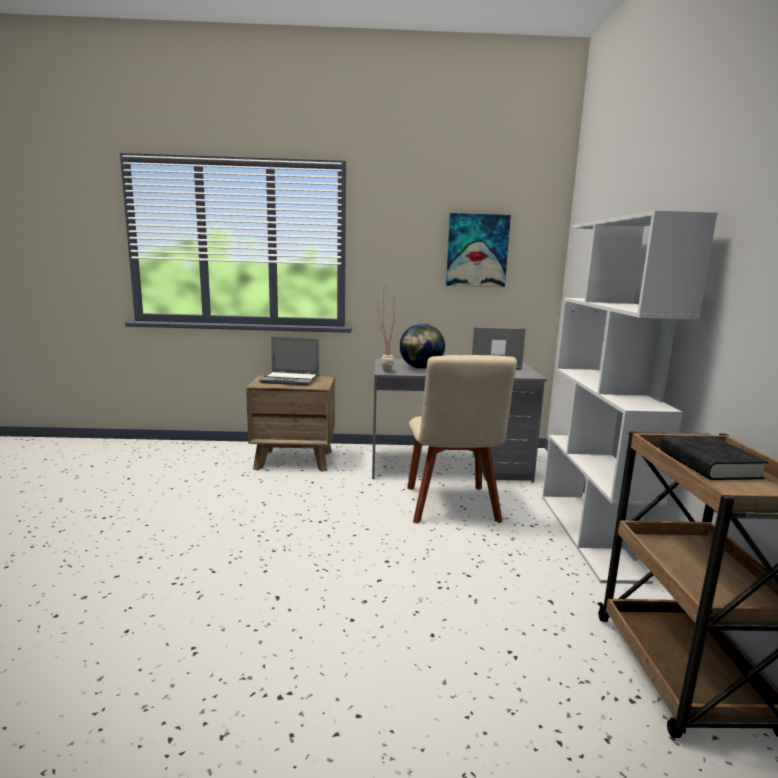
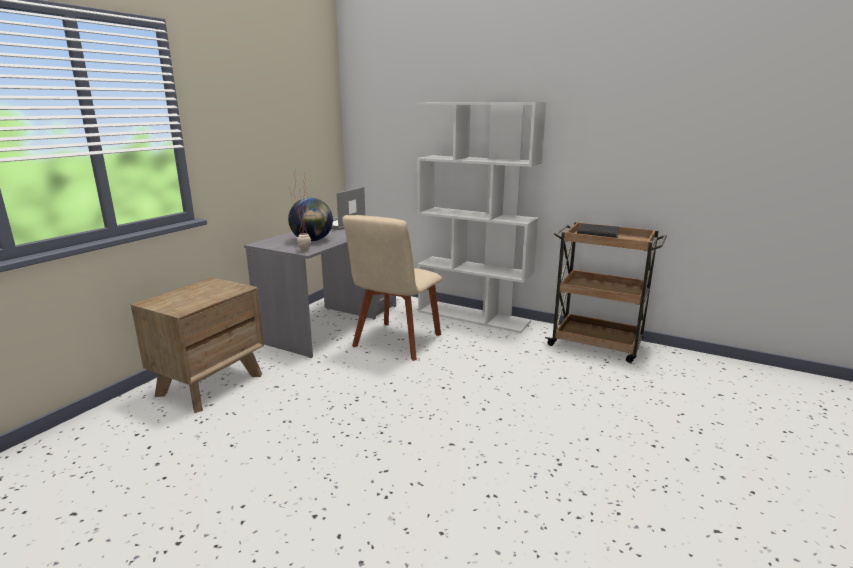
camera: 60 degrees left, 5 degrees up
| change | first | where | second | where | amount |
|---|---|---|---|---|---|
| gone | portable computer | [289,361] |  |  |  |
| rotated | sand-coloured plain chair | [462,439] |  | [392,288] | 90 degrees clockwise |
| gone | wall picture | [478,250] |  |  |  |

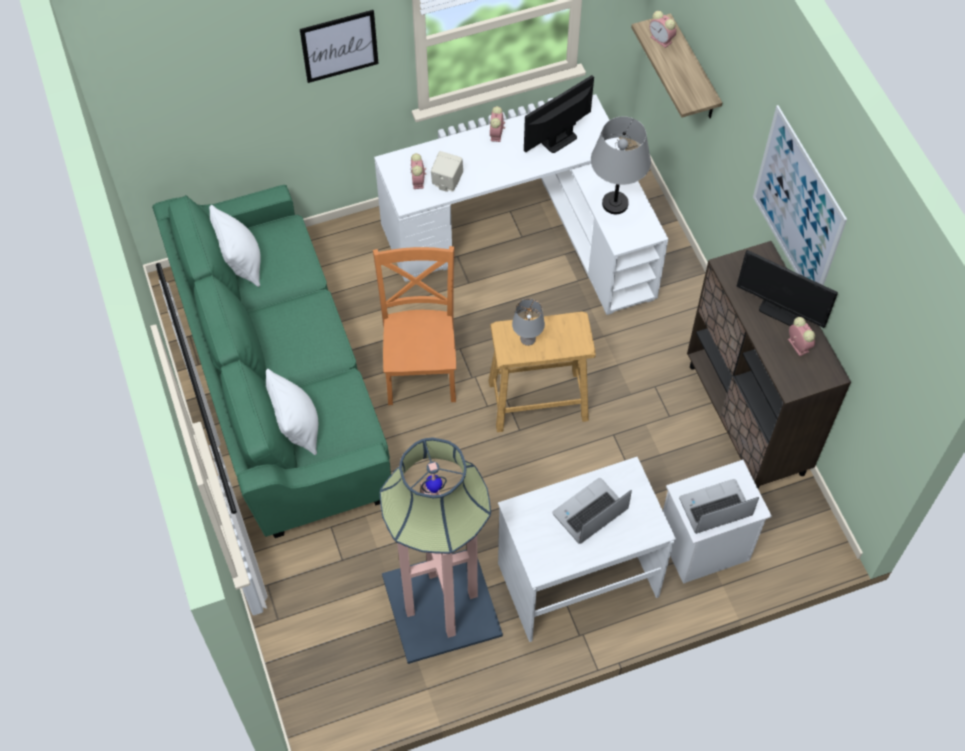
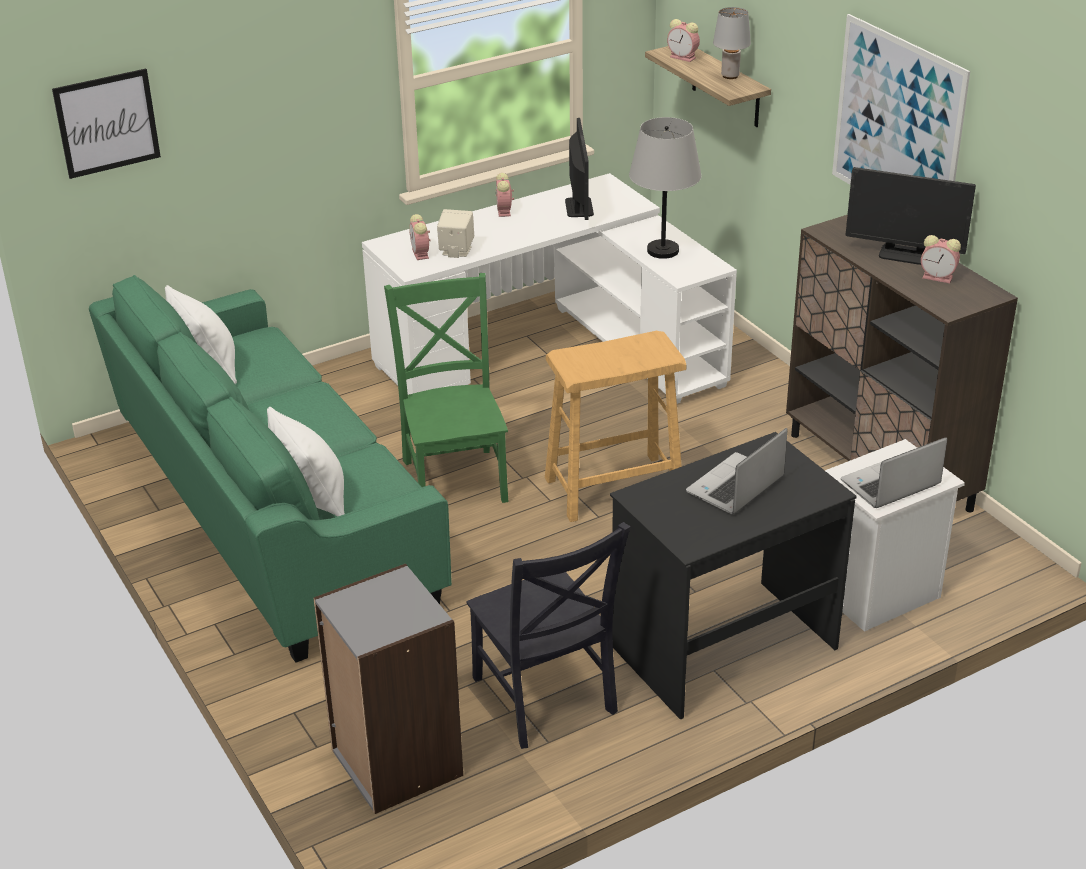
camera: 10 degrees left, 25 degrees down
| change | first | where | second | where | amount |
|---|---|---|---|---|---|
| shifted | wall picture | [339,46] |  | [106,124] |  |
| repainted | orange-coloured plain chair | [414,325] | green plain chair | [446,388] |  |
| swapped | floor lamp | [441,550] | black-coloured plain chair | [548,635] |  |
| repainted | whitish desk table | [587,549] | black-coloured desk table | [733,575] |  |
| shifted | gray tabletop lamp | [528,322] |  | [732,43] |  |
| rotated | computer display | [559,114] |  | [579,169] | 135 degrees clockwise |
| rotated | table clock | [801,336] |  | [941,259] | 150 degrees clockwise |
| new |  |  | gray shelving unit | [388,689] |  |

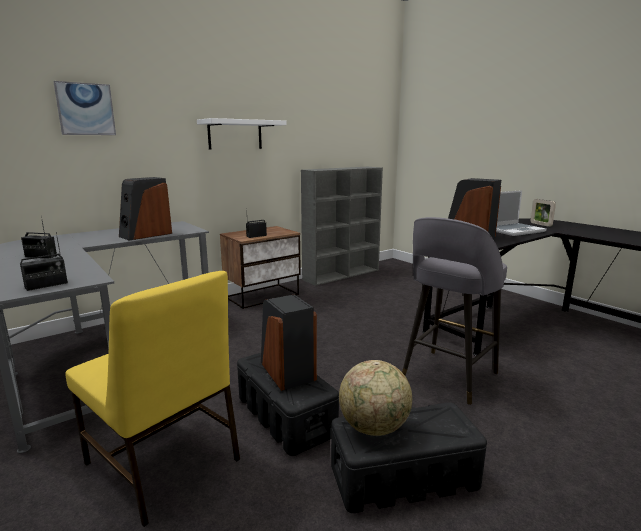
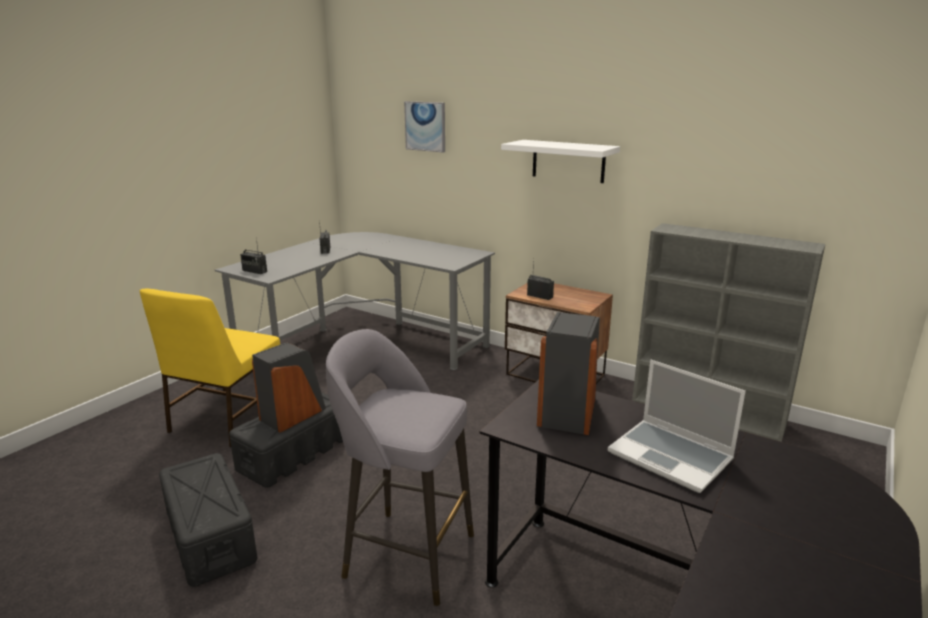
camera: 70 degrees right, 5 degrees up
| change | first | where | second | where | amount |
|---|---|---|---|---|---|
| gone | loudspeaker | [145,208] |  |  |  |
| gone | globe | [375,398] |  |  |  |
| gone | photo frame | [543,213] |  |  |  |

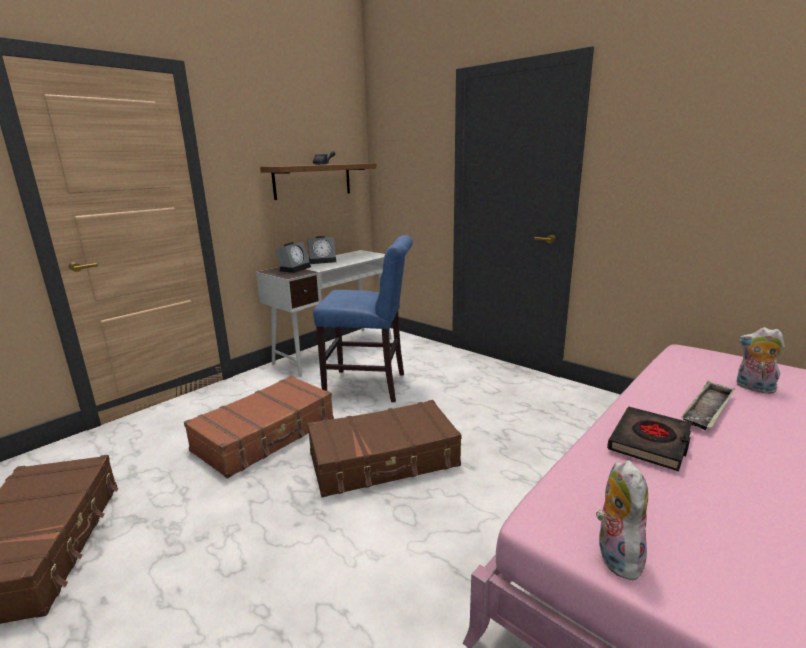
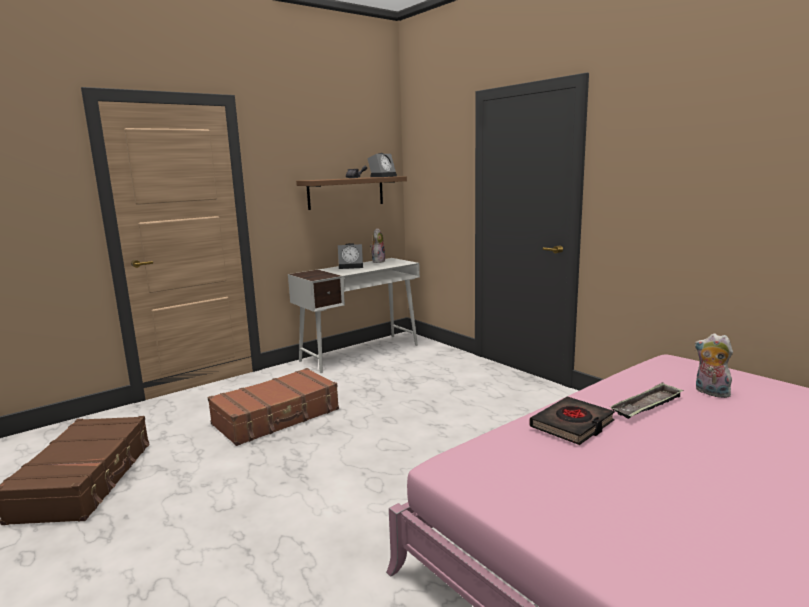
camera: 10 degrees right, 5 degrees down
| change | first | where | second | where | amount |
|---|---|---|---|---|---|
| shifted | table clock | [293,257] |  | [382,165] |  |
| gone | brownish suitcase | [384,449] |  |  |  |
| gone | blue plain chair | [363,318] |  |  |  |
| shifted | plush toy | [622,520] |  | [377,245] |  |

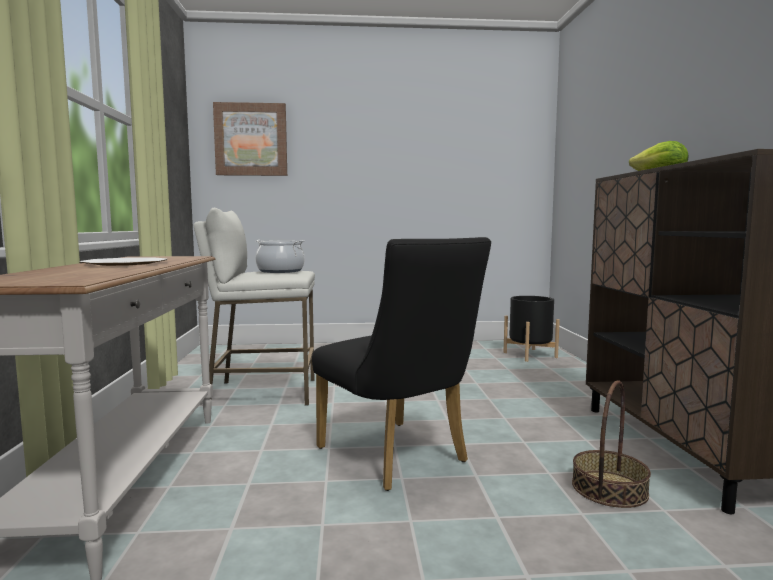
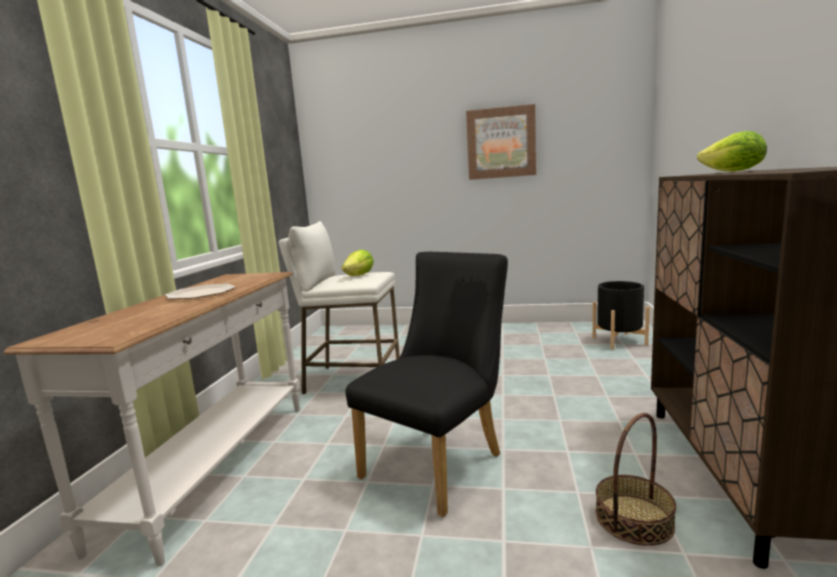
camera: 15 degrees right, 5 degrees up
| change | first | where | second | where | amount |
|---|---|---|---|---|---|
| shifted | wall picture | [250,139] |  | [501,142] |  |
| swapped | cooking pot | [280,256] | head of lettuce | [358,263] |  |
| rotated | black-coloured plain chair | [401,364] |  | [427,384] | 120 degrees counterclockwise |

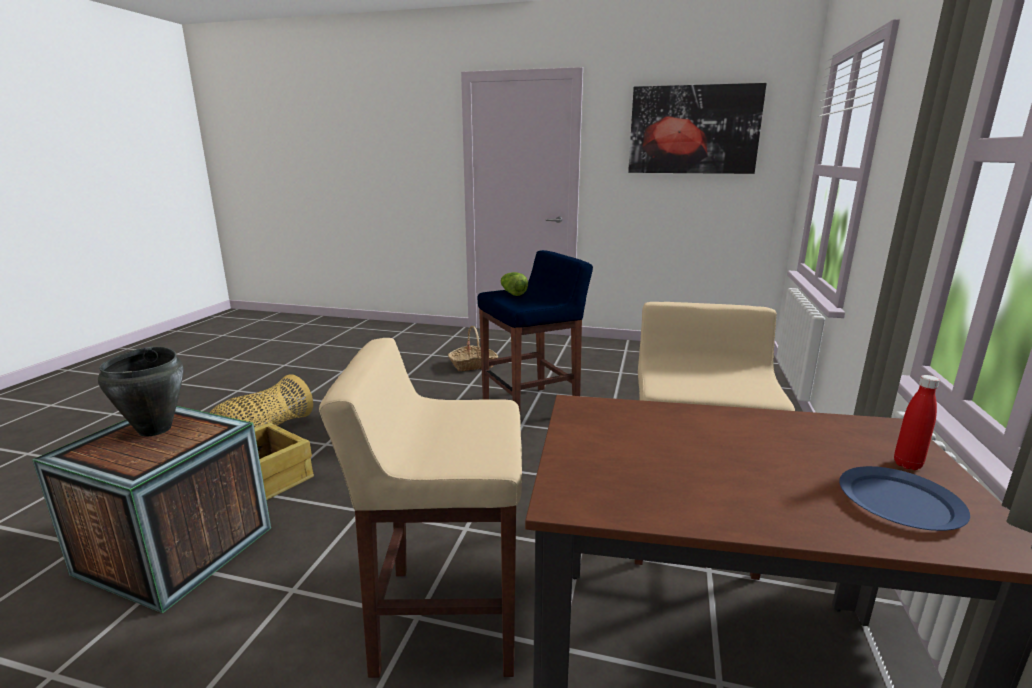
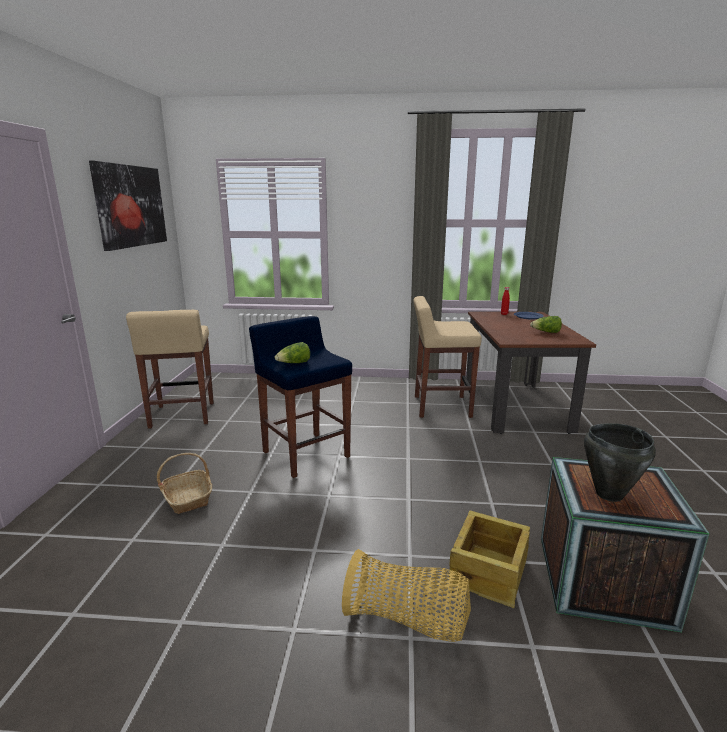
camera: 100 degrees left, 0 degrees up
| change | first | where | second | where | amount |
|---|---|---|---|---|---|
| shifted | sand-coloured stool seat | [420,508] |  | [170,369] |  |
| new |  |  | head of lettuce | [546,324] |  |

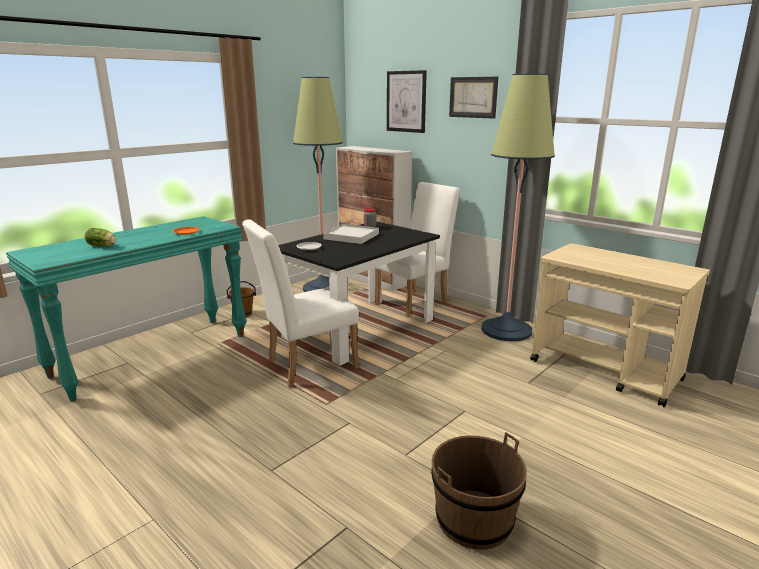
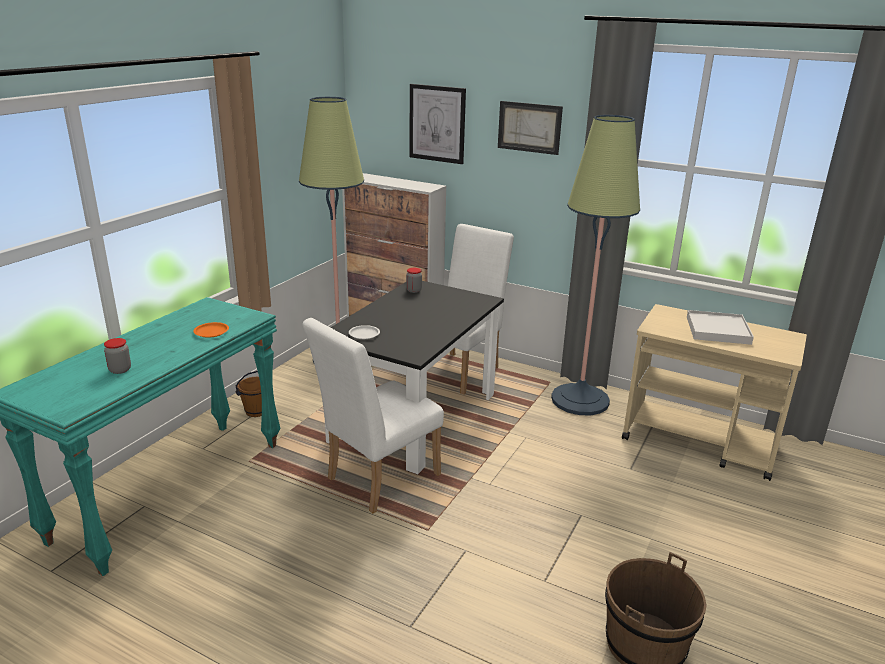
camera: 15 degrees left, 5 degrees up
| change | first | where | second | where | amount |
|---|---|---|---|---|---|
| swapped | head of lettuce | [101,237] | jar | [117,356] |  |
| shifted | whitish carrying tray | [351,234] |  | [720,327] |  |

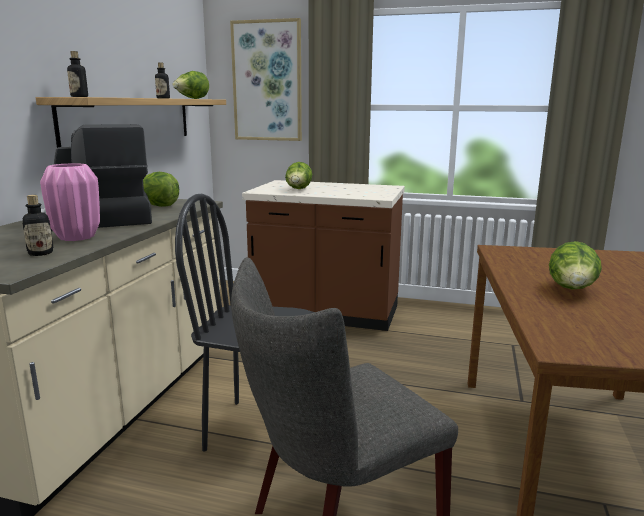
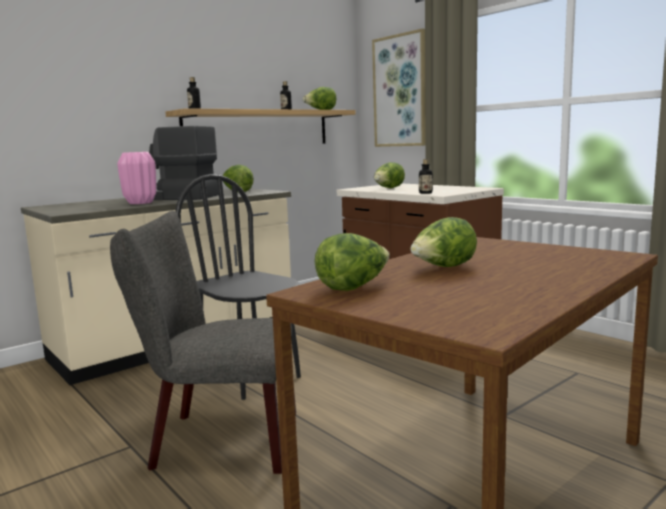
camera: 35 degrees right, 5 degrees down
| change | first | where | second | where | amount |
|---|---|---|---|---|---|
| shifted | drink bottle | [37,225] |  | [426,176] |  |
| new |  |  | head of lettuce | [352,262] |  |

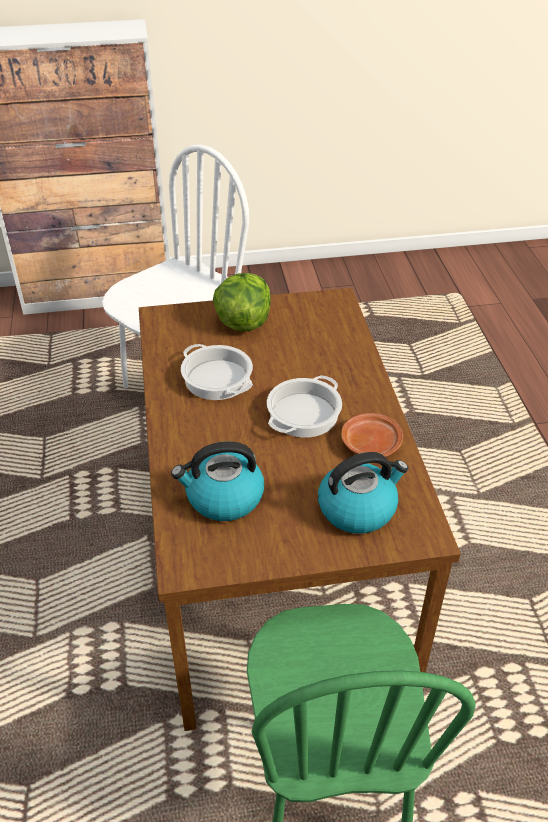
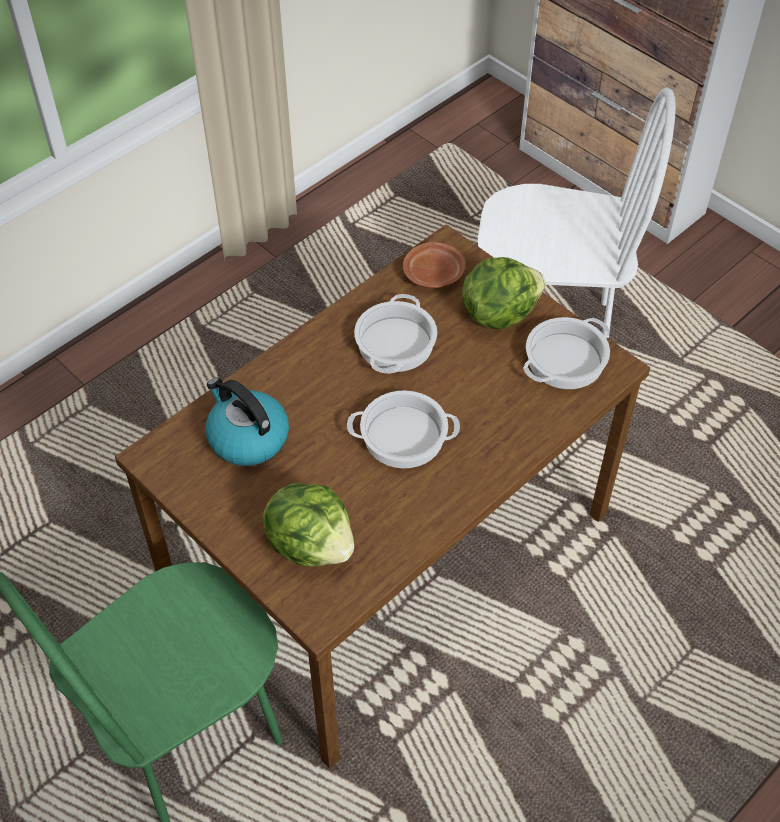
camera: 55 degrees right, 10 degrees up
| change | first | where | second | where | amount |
|---|---|---|---|---|---|
| swapped | kettle | [363,493] | head of lettuce | [308,525] |  |
| shifted | brownish plate | [372,435] |  | [434,265] |  |
| new |  |  | cooking pot | [566,353] |  |

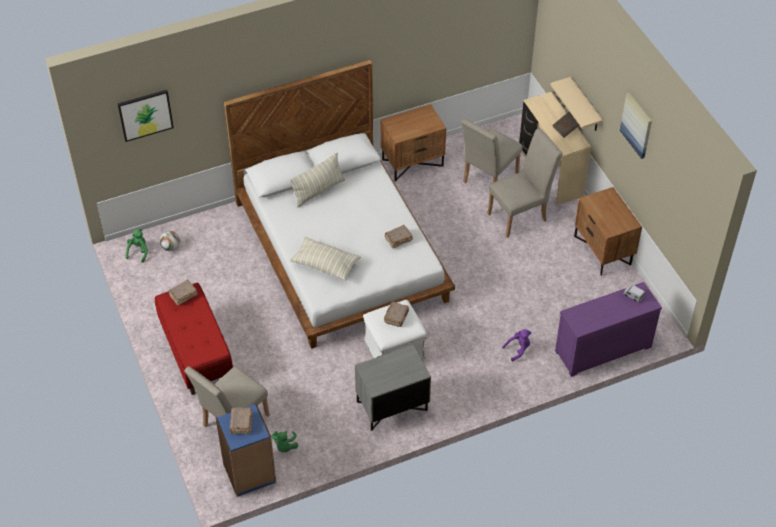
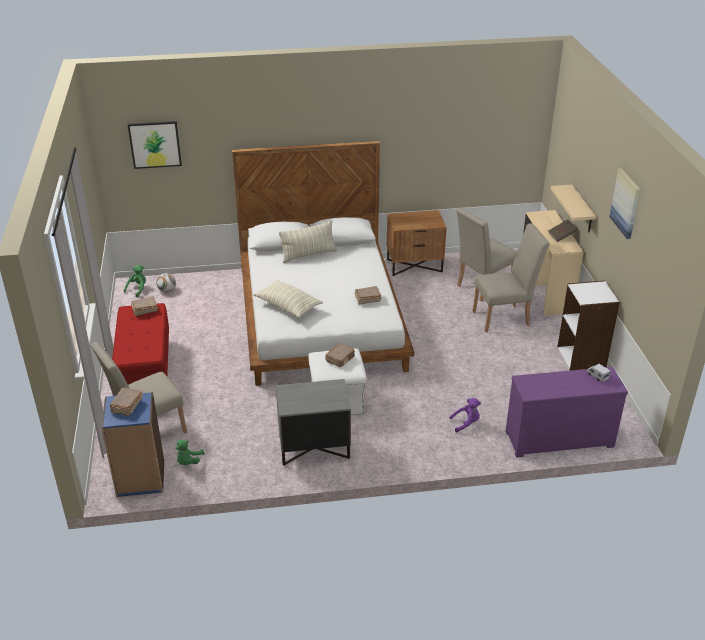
camera: 15 degrees right, 15 degrees down
| change | first | where | second | where | amount |
|---|---|---|---|---|---|
| swapped | brownish night table | [608,231] | whitish shelving unit | [588,325] |  |

